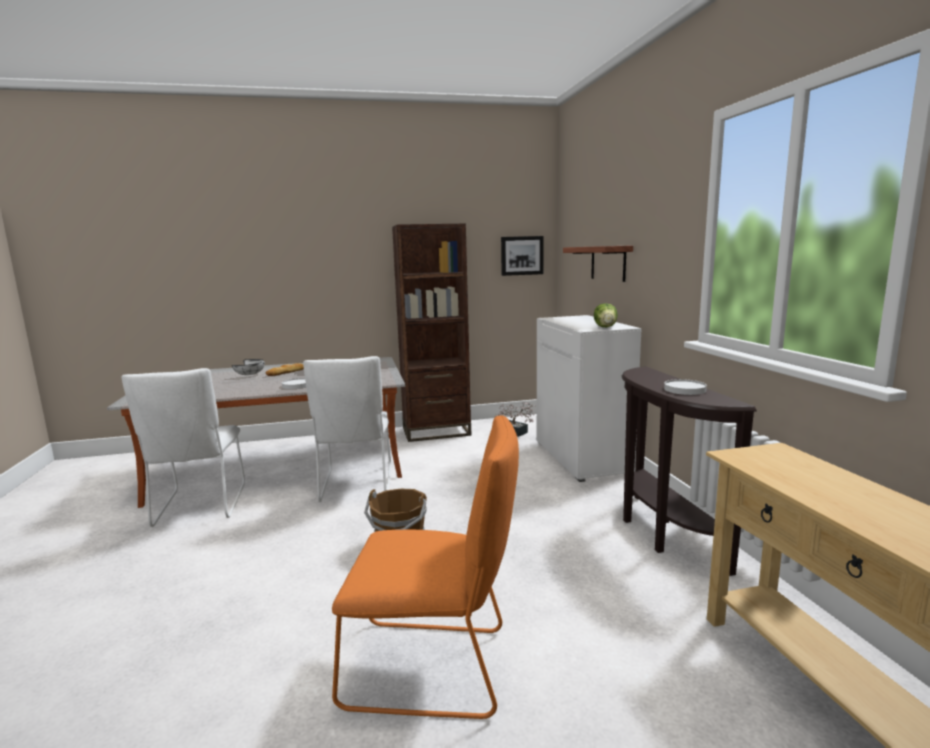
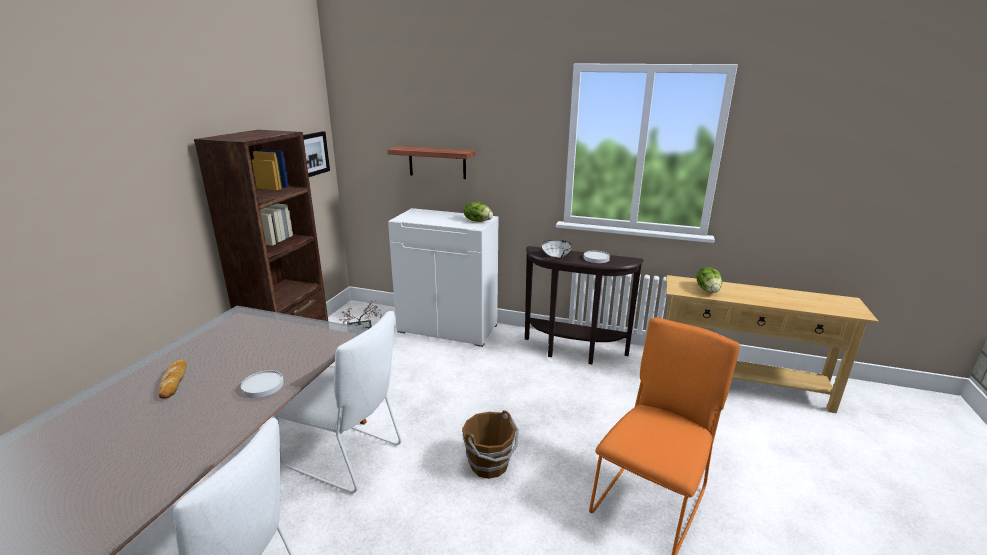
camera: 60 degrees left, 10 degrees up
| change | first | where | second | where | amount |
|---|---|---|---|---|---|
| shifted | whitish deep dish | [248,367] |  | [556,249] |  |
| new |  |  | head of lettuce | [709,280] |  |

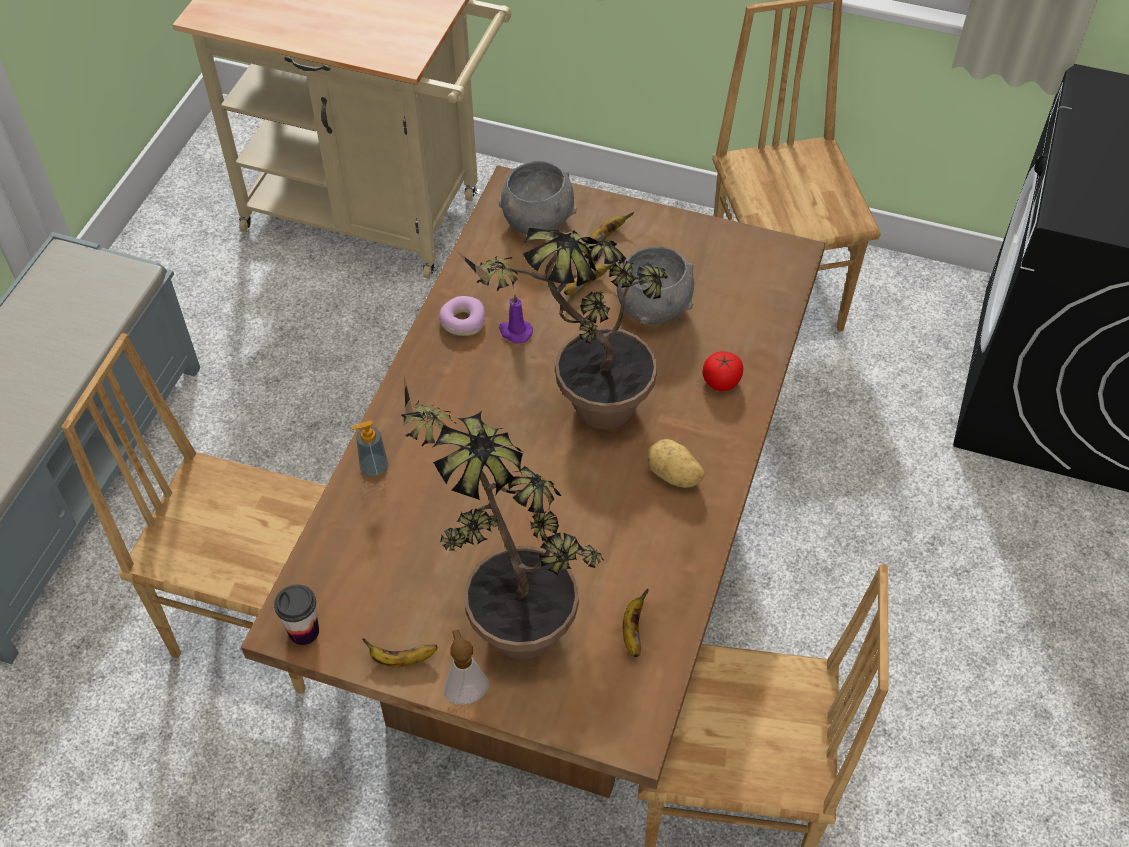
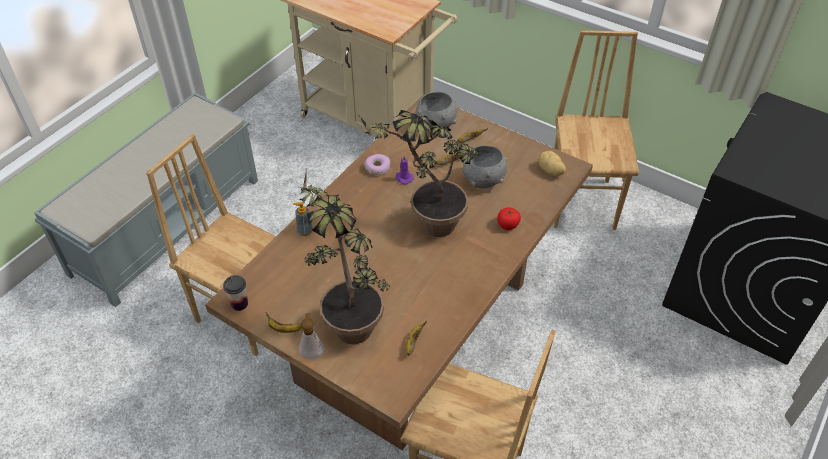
camera: 15 degrees right, 5 degrees down
| change | first | where | second | where | amount |
|---|---|---|---|---|---|
| shifted | spud | [676,463] |  | [552,163] |  |

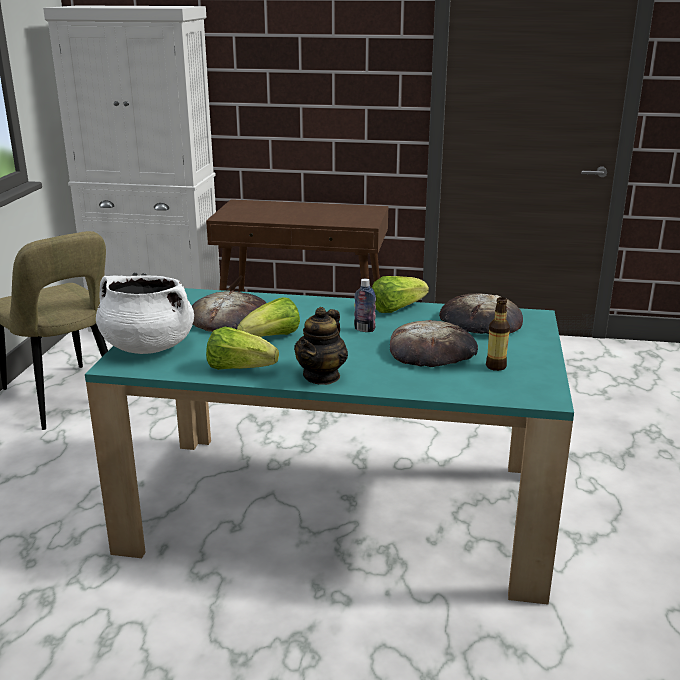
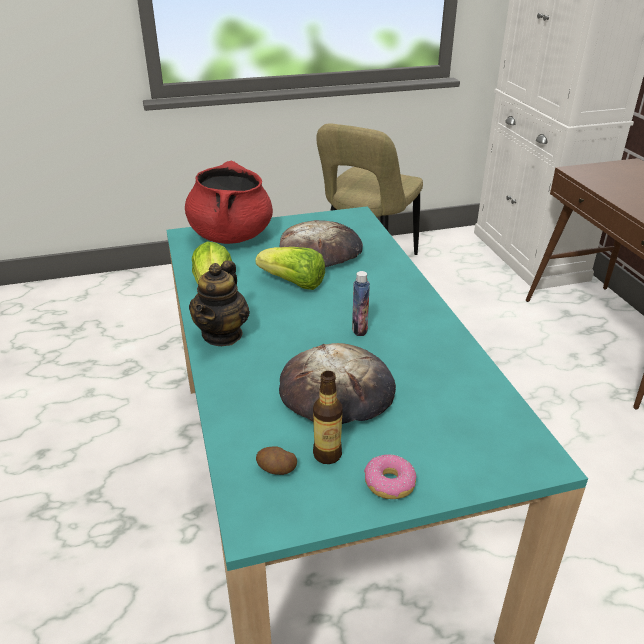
camera: 65 degrees right, 10 degrees up
| change | first | where | second | where | amount |
|---|---|---|---|---|---|
| repainted | whitish cooking pot | [145,314] | red-coloured cooking pot | [229,202] |  |
| rotated | pot for tea | [321,346] |  | [219,303] | 75 degrees counterclockwise |
| gone | head of lettuce | [400,294] |  |  |  |
| gone | baked bread | [481,313] |  |  |  |
| new |  |  | spud | [276,460] |  |
| new |  |  | ring doughnut | [390,476] |  |

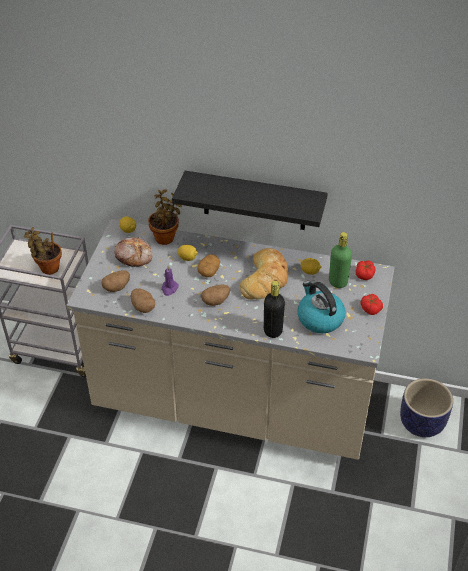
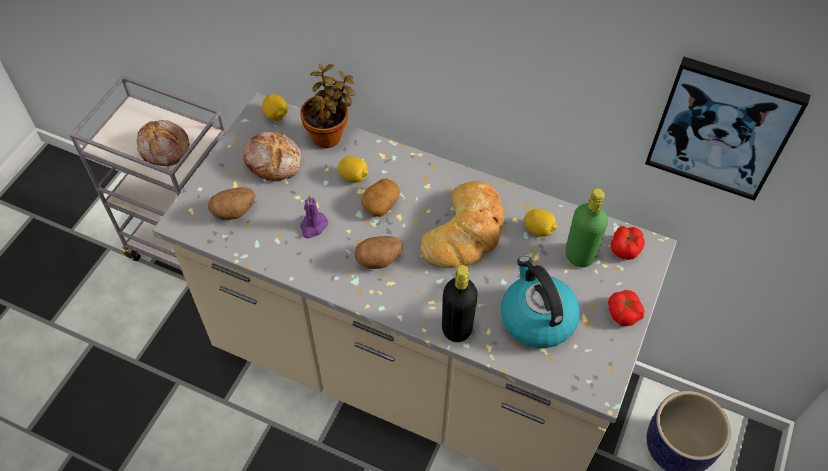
camera: 10 degrees right, 10 degrees up
| change | first | where | second | where | amount |
|---|---|---|---|---|---|
| swapped | plant in a pot | [43,251] | baked bread | [163,143] |  |
| gone | spud | [142,300] |  |  |  |
| gone | black-coloured wall shelf | [250,200] |  |  |  |
| new |  |  | wall picture | [728,129] |  |

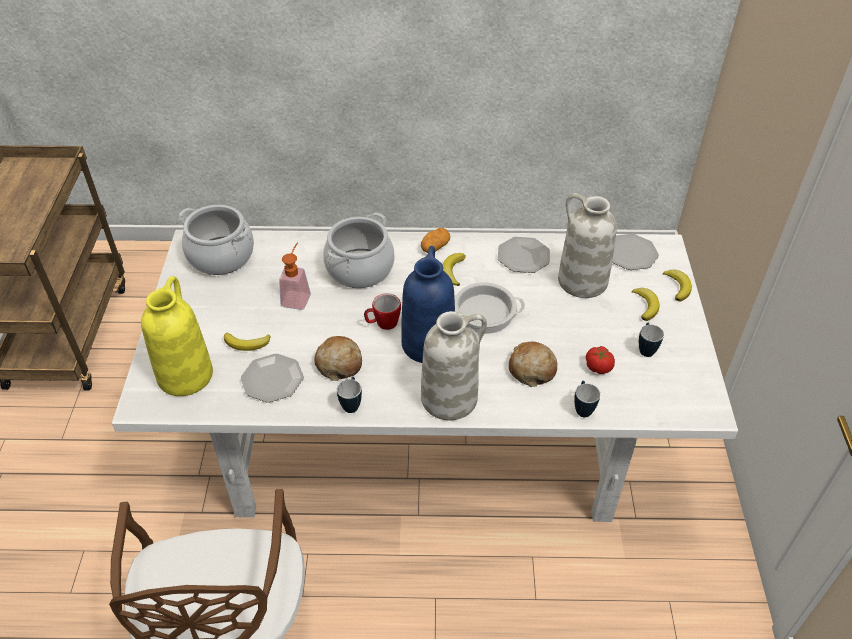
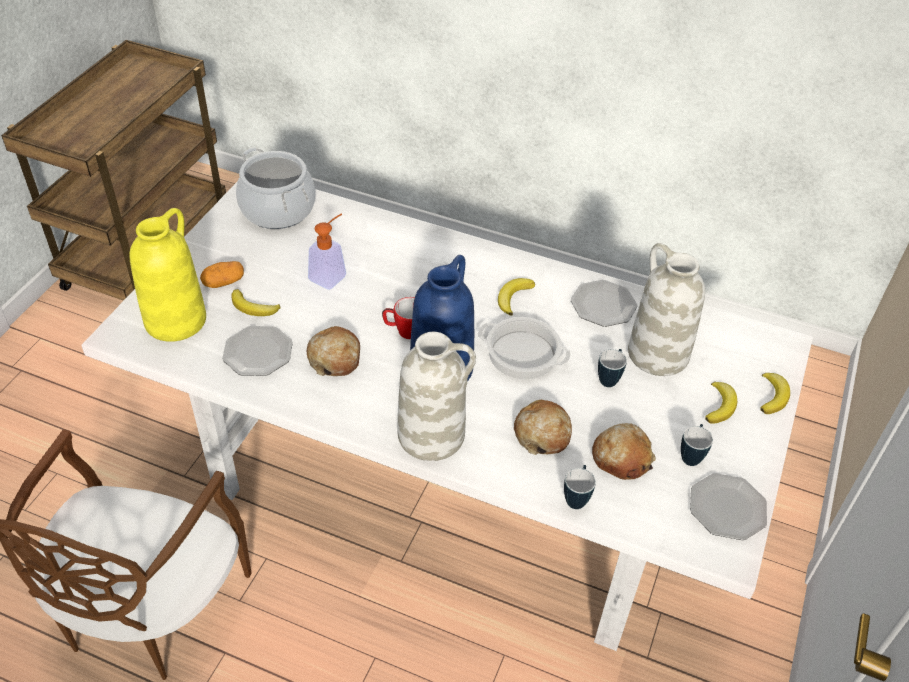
camera: 20 degrees right, 0 degrees up
| change | first | where | second | where | amount |
|---|---|---|---|---|---|
| gone | cooking pot | [358,250] |  |  |  |
| shifted | tea mug | [349,395] |  | [612,368] |  |
| shifted | spud | [435,240] |  | [222,274] |  |
| swapped | fresh tomato | [600,360] | baked bread | [624,451] |  |
| shifted | plate | [635,252] |  | [728,506] |  |

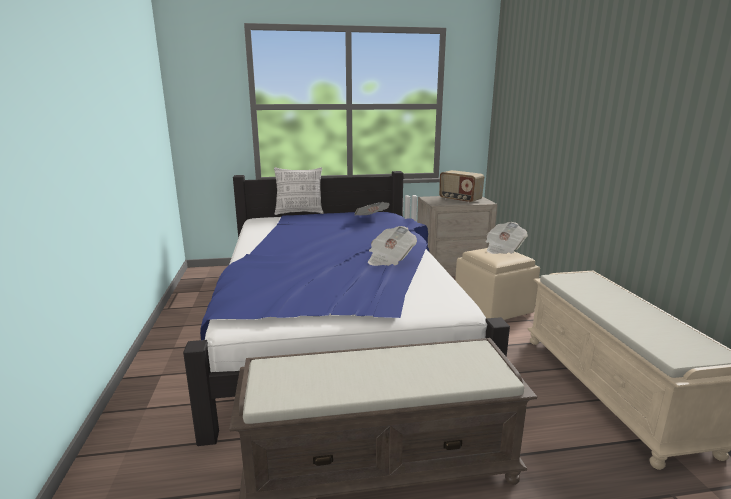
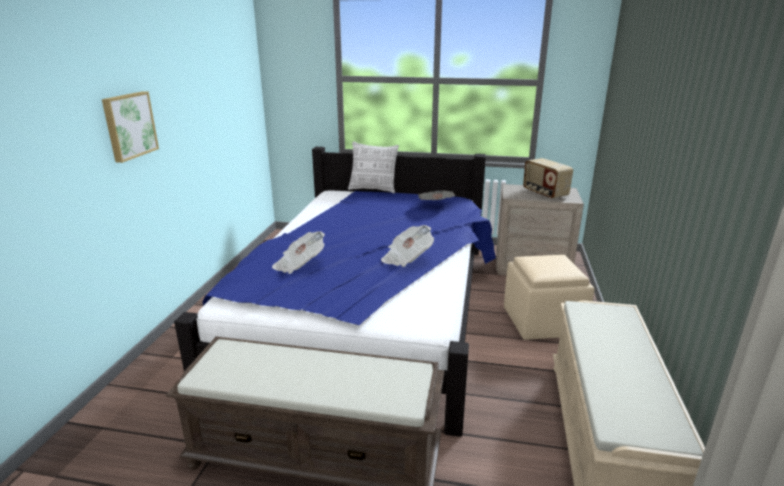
camera: 20 degrees right, 5 degrees up
| change | first | where | second | where | amount |
|---|---|---|---|---|---|
| shifted | daily paper | [506,238] |  | [298,252] |  |
| new |  |  | wall picture | [130,127] |  |

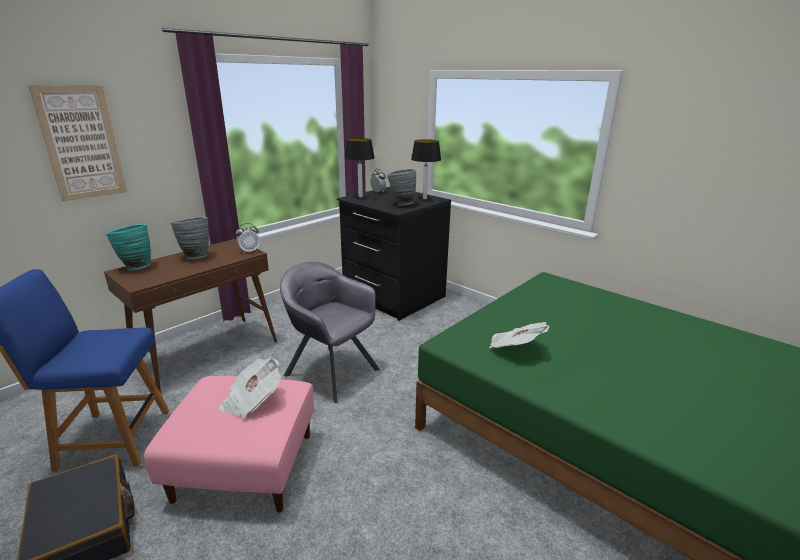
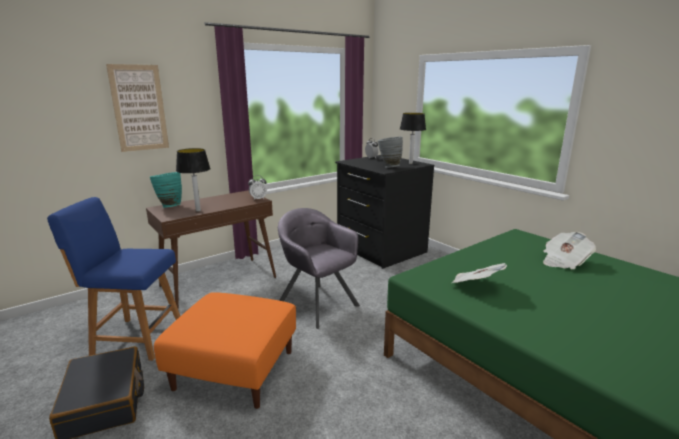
camera: 10 degrees right, 5 degrees down
| change | first | where | second | where | amount |
|---|---|---|---|---|---|
| repainted | pink-coloured ottoman | [229,444] | orange-coloured ottoman | [225,350] |  |
| gone | gray flower vase | [189,238] |  |  |  |
| shifted | daily paper | [250,388] |  | [569,250] |  |
| shifted | tabletop lamp | [360,168] |  | [193,180] |  |

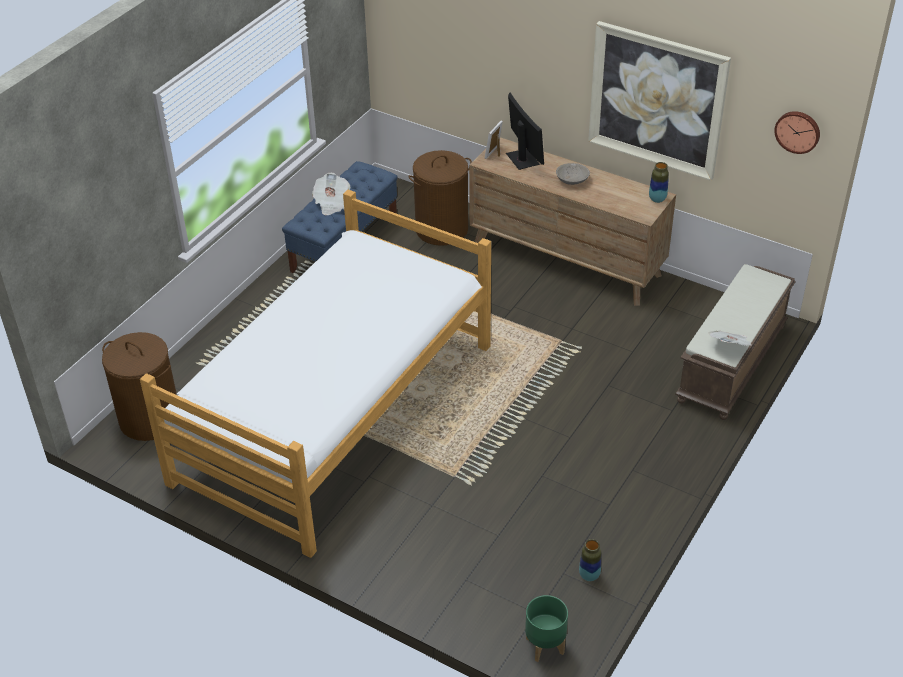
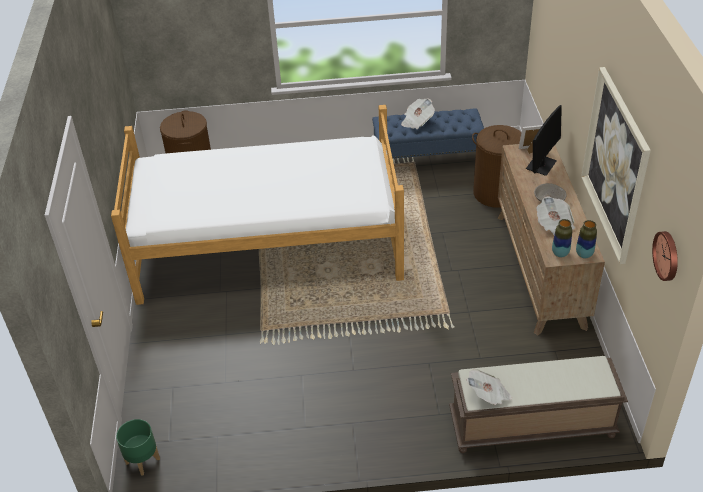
camera: 55 degrees right, 0 degrees up
| change | first | where | second | where | amount |
|---|---|---|---|---|---|
| shifted | flower vase | [590,560] |  | [562,238] |  |
| new |  |  | daily paper | [555,215] |  |

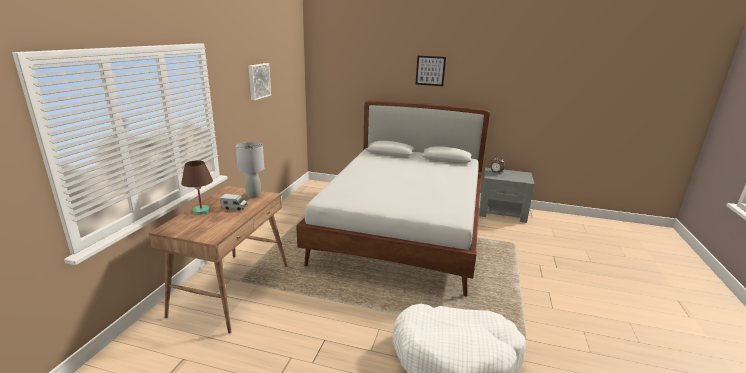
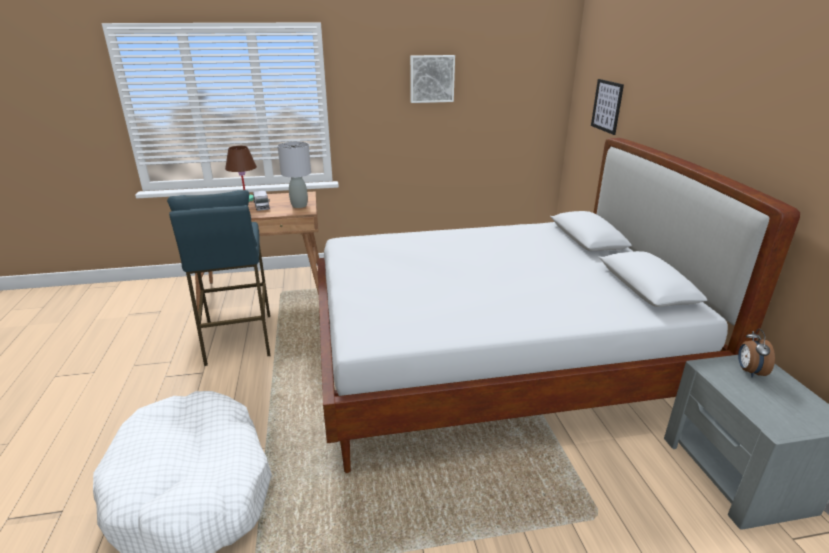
camera: 65 degrees right, 5 degrees up
| change | first | where | second | where | amount |
|---|---|---|---|---|---|
| shifted | wall picture | [430,71] |  | [607,107] |  |
| new |  |  | blue stool seat | [218,278] |  |

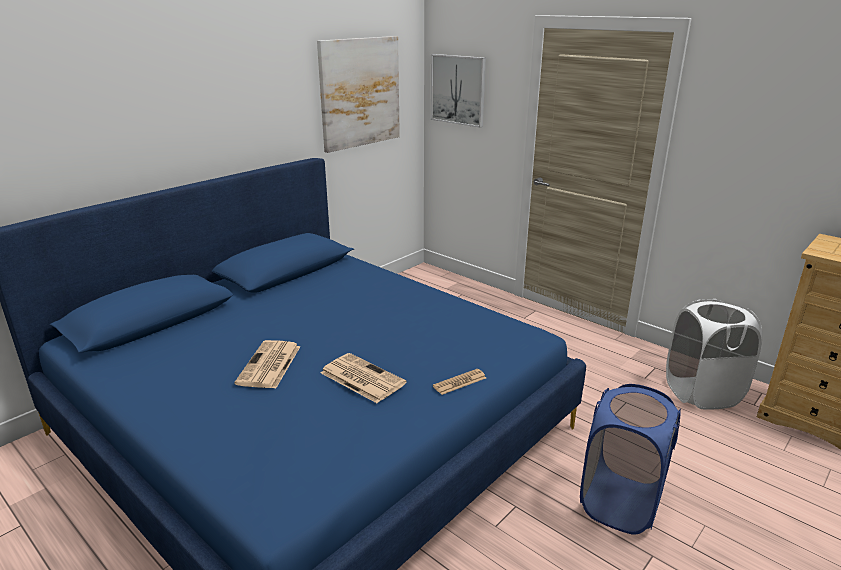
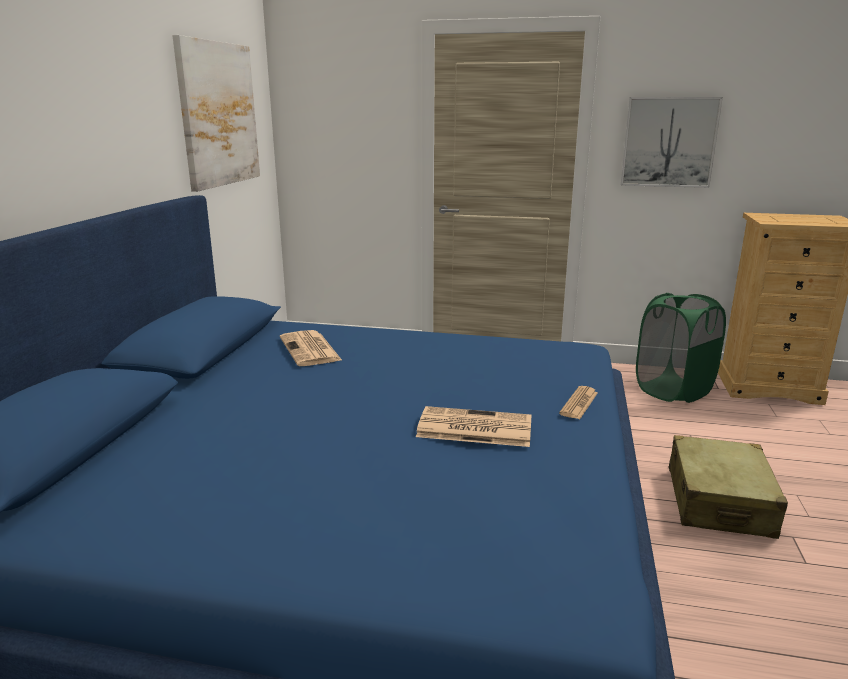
camera: 30 degrees left, 5 degrees down
| change | first | where | second | where | amount |
|---|---|---|---|---|---|
| shifted | daily paper | [267,364] |  | [311,348] |  |
| shifted | wall picture | [458,91] |  | [672,142] |  |
| swapped | blue hamper | [630,459] | sand-coloured suitcase | [728,487] |  |
| repainted | whitish hamper | [714,354] | green hamper | [681,348] |  |

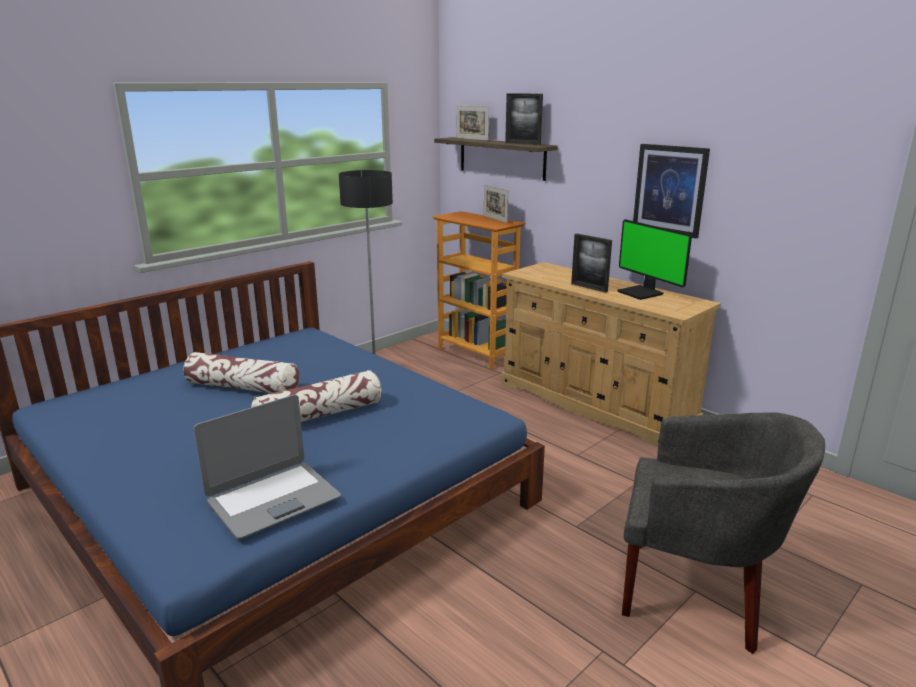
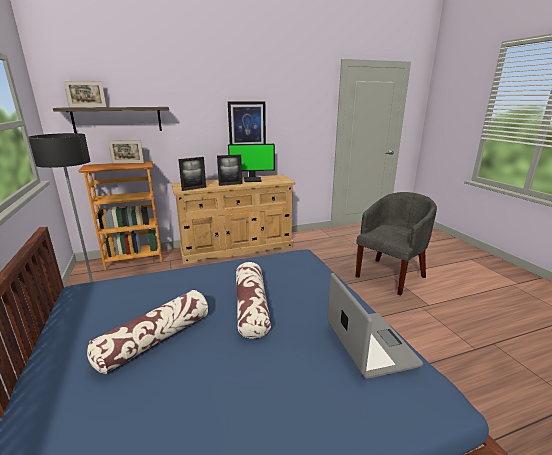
camera: 65 degrees left, 0 degrees up
| change | first | where | second | where | amount |
|---|---|---|---|---|---|
| shifted | photo frame | [524,119] |  | [192,174] |  |

